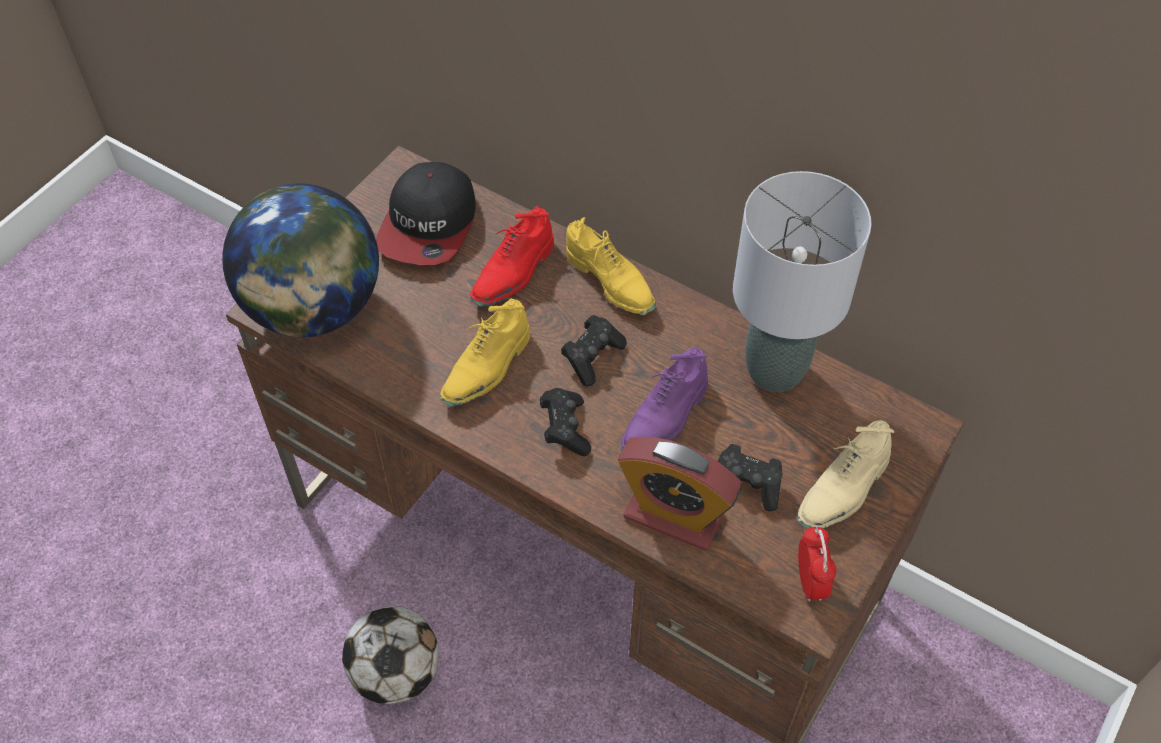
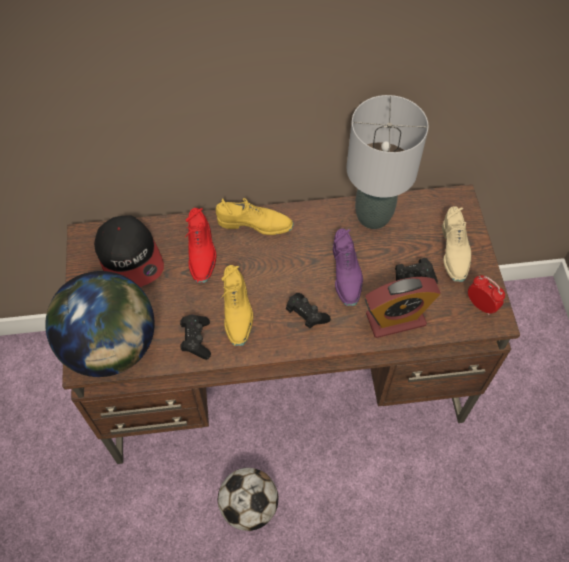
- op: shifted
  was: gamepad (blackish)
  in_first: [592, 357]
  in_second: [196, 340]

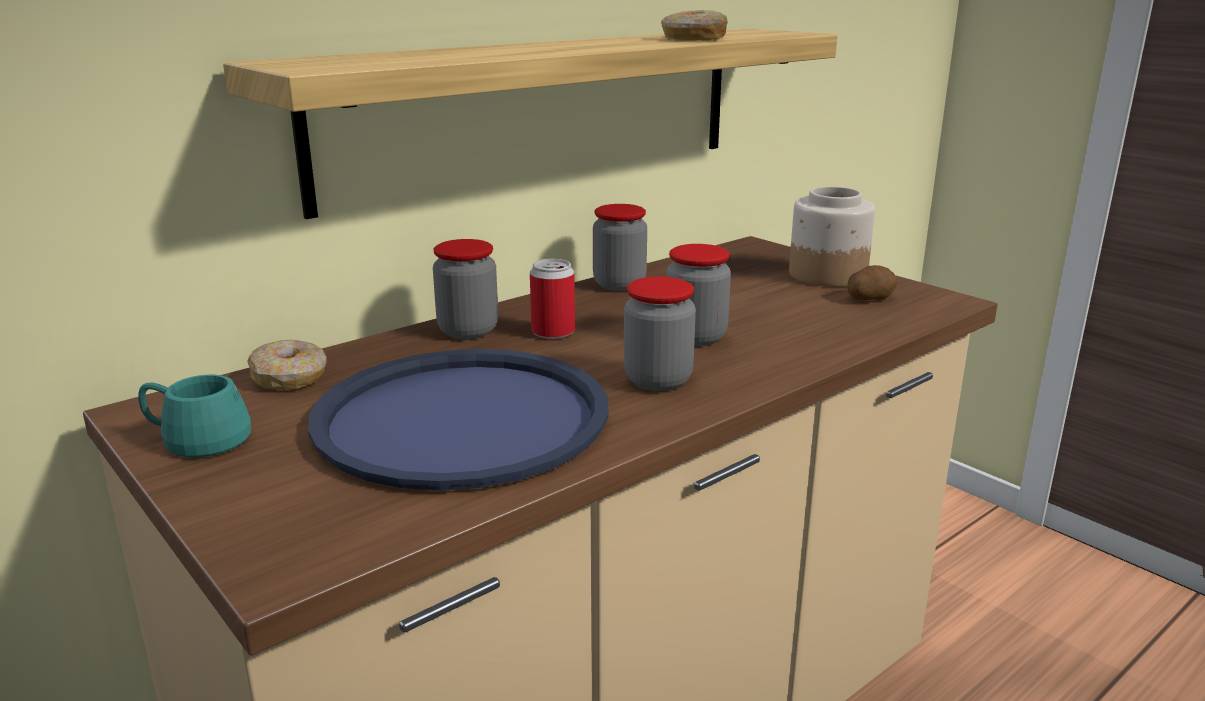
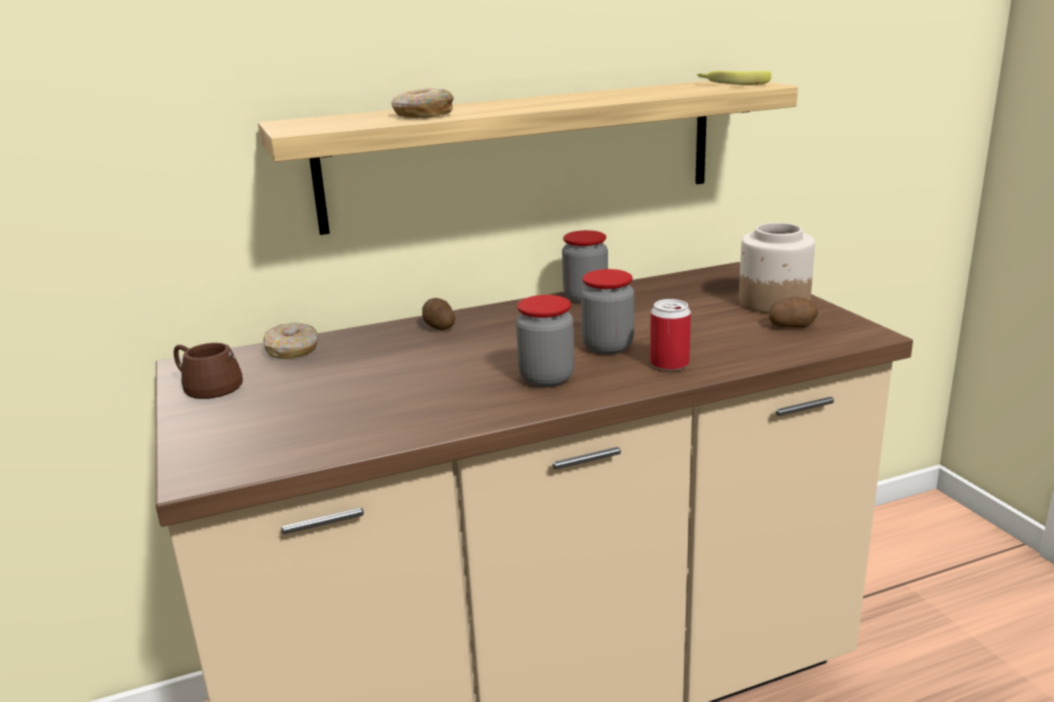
- op: repainted
  was: tea mug (turquoise)
  now: tea mug (brownish)
  in_first: [202, 435]
  in_second: [212, 384]
- op: gone
  was: carrying tray (blue-coloured)
  in_first: [462, 418]
- op: swapped
  was: jar
  now: potato
  in_first: [468, 331]
  in_second: [438, 327]
- op: shifted
  was: sealed can
  in_first: [553, 332]
  in_second: [669, 364]
- op: shifted
  was: donut
  in_first: [693, 38]
  in_second: [423, 115]
- op: new
  now: whole banana
  in_second: [732, 84]

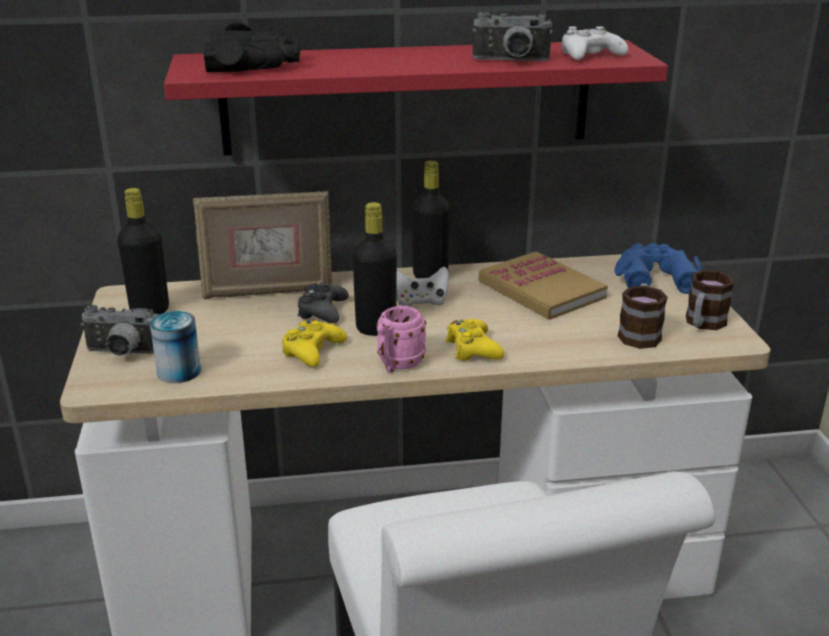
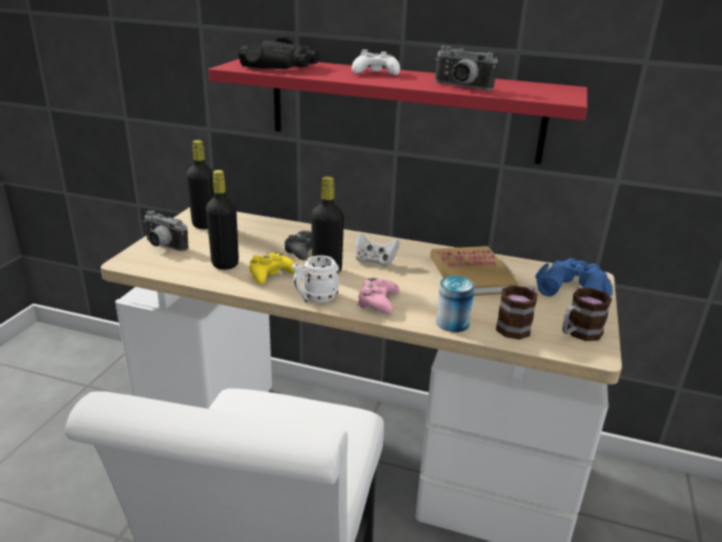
- op: shifted
  was: sealed can
  in_first: [179, 371]
  in_second: [452, 323]
- op: gone
  was: standing frame
  in_first: [268, 292]
- op: repainted
  was: tea mug (pink-coloured)
  now: tea mug (whitish)
  in_first: [397, 365]
  in_second: [315, 298]
- op: shifted
  was: bottle (blackish)
  in_first: [430, 276]
  in_second: [225, 264]
- op: repainted
  was: gamepad (yellow-coloured)
  now: gamepad (pink-coloured)
  in_first: [472, 349]
  in_second: [377, 302]
- op: shifted
  was: gamepad (whitish)
  in_first: [590, 55]
  in_second: [375, 73]

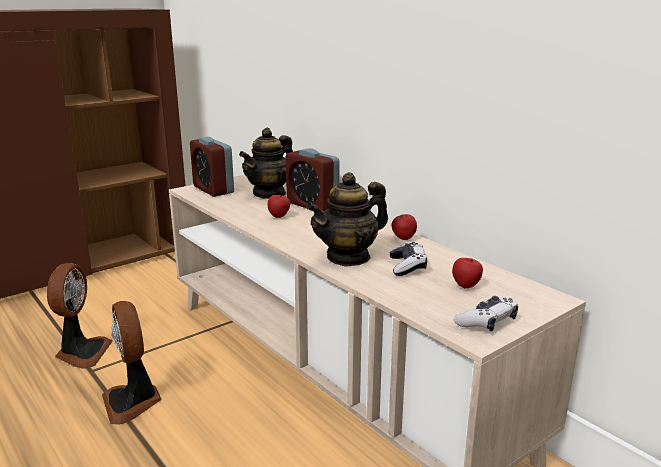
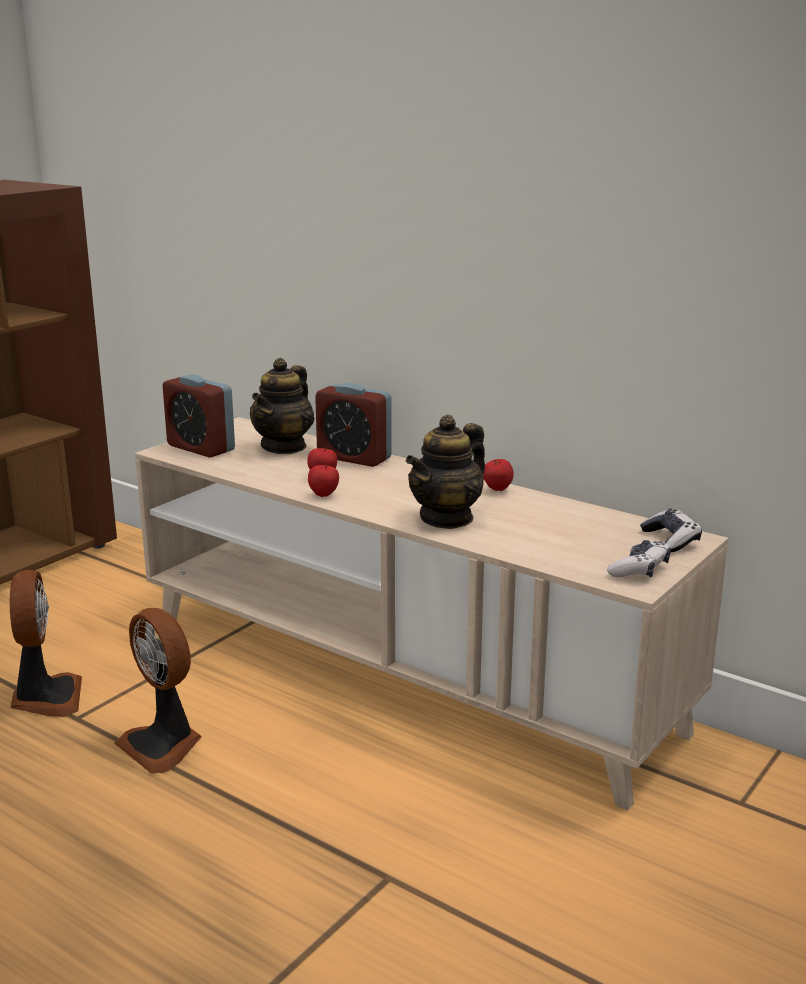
- op: shifted
  was: gamepad
  in_first: [407, 266]
  in_second: [671, 540]
- op: shifted
  was: apple
  in_first: [466, 286]
  in_second: [324, 495]

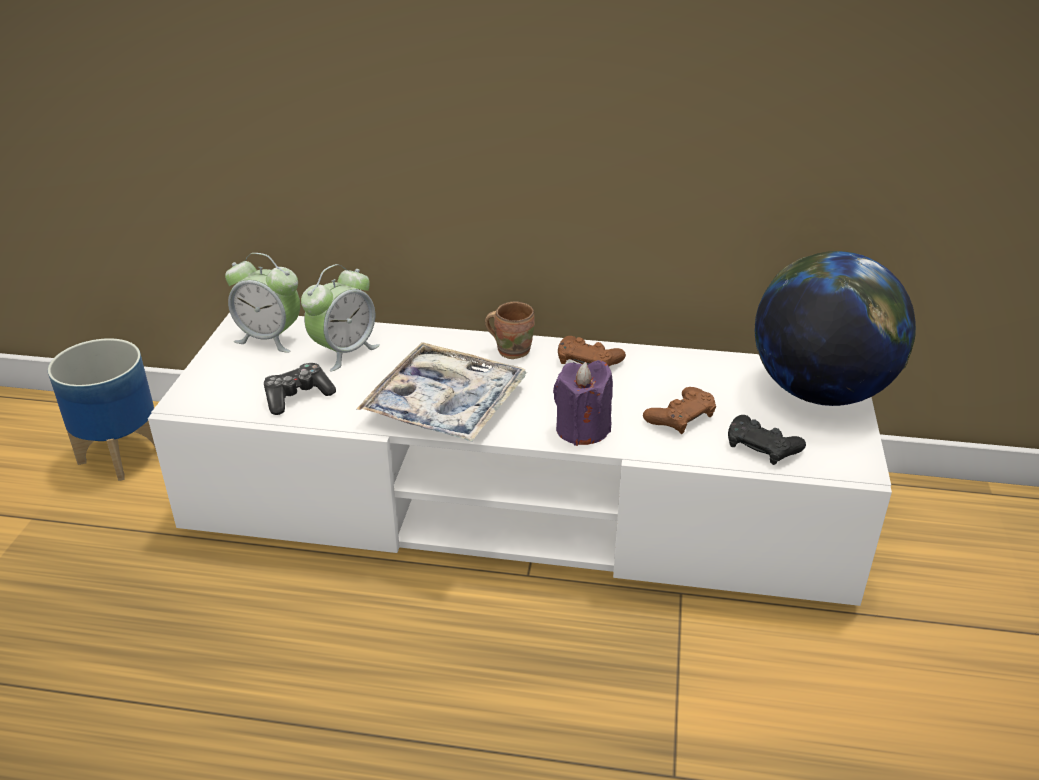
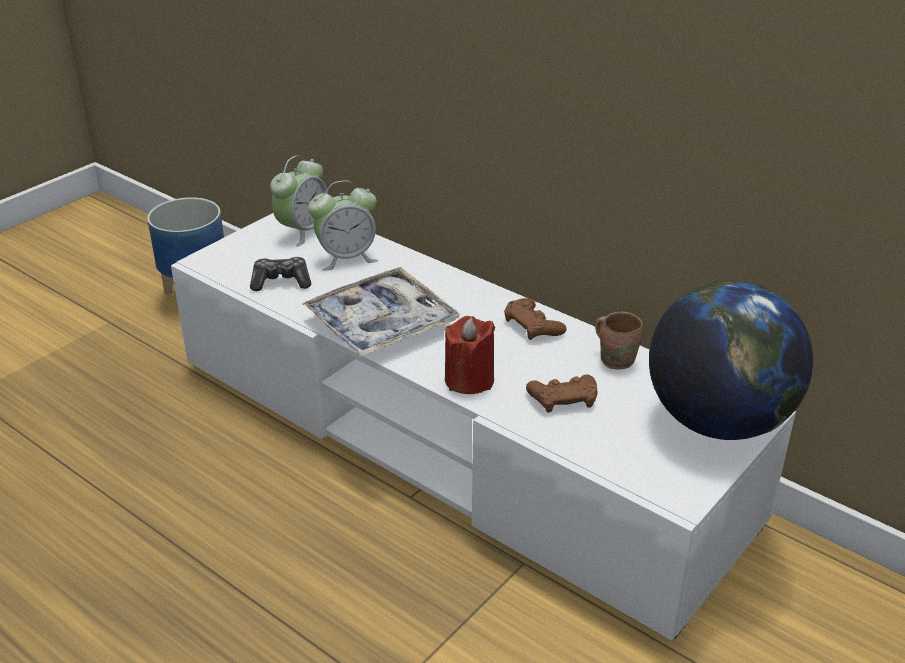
- op: rotated
  was: alarm clock
  in_first: [270, 338]
  in_second: [303, 231]
  clockwise: -105
- op: shifted
  was: tea mug (brownish)
  in_first: [512, 350]
  in_second: [617, 359]
- op: repainted
  was: candle (purple-coloured)
  now: candle (red-coloured)
  in_first: [582, 429]
  in_second: [469, 380]
- op: gone
  was: gamepad (blackish)
  in_first: [762, 446]

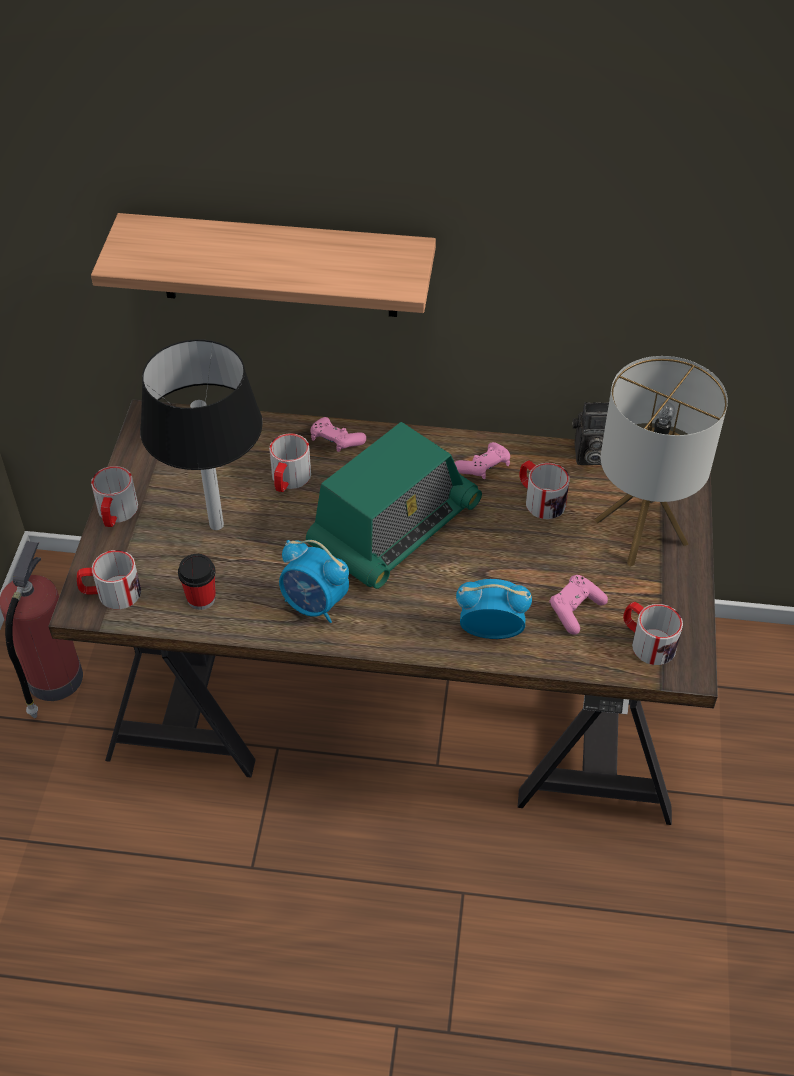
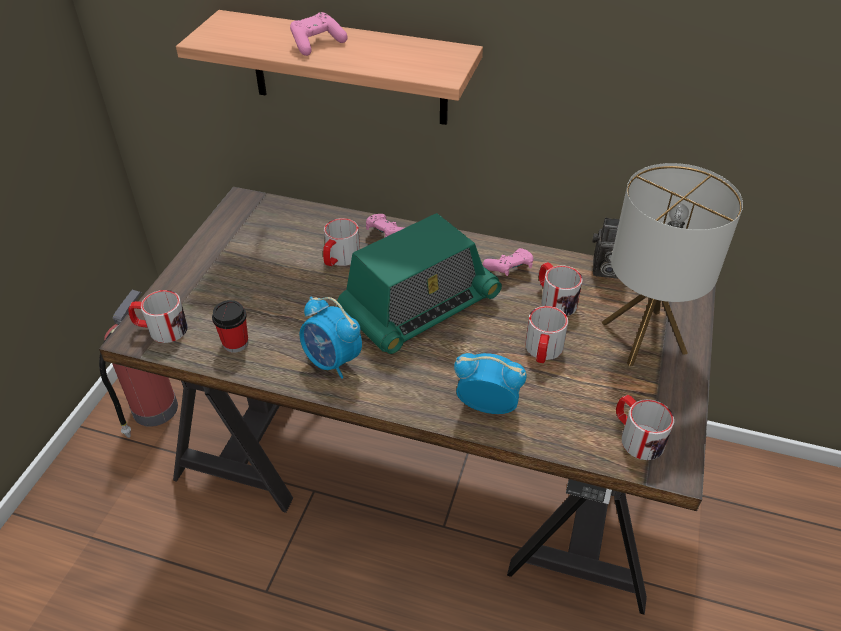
- op: shifted
  was: tea mug
  in_first: [116, 513]
  in_second: [543, 351]
- op: gone
  was: tabletop lamp (blackish)
  in_first: [216, 524]
- op: shifted
  was: gamepad (pink-coloured)
  in_first: [575, 610]
  in_second: [317, 44]

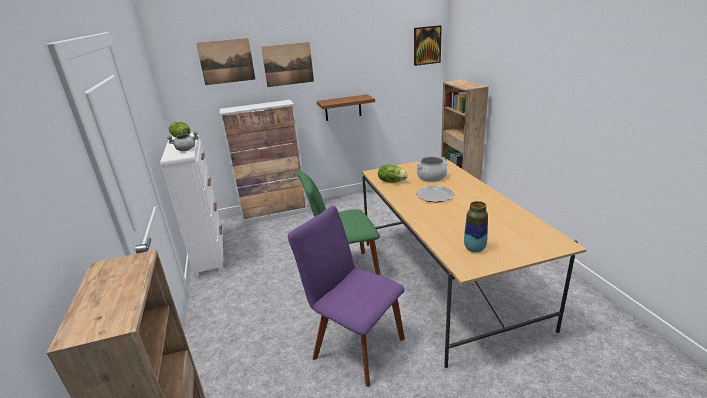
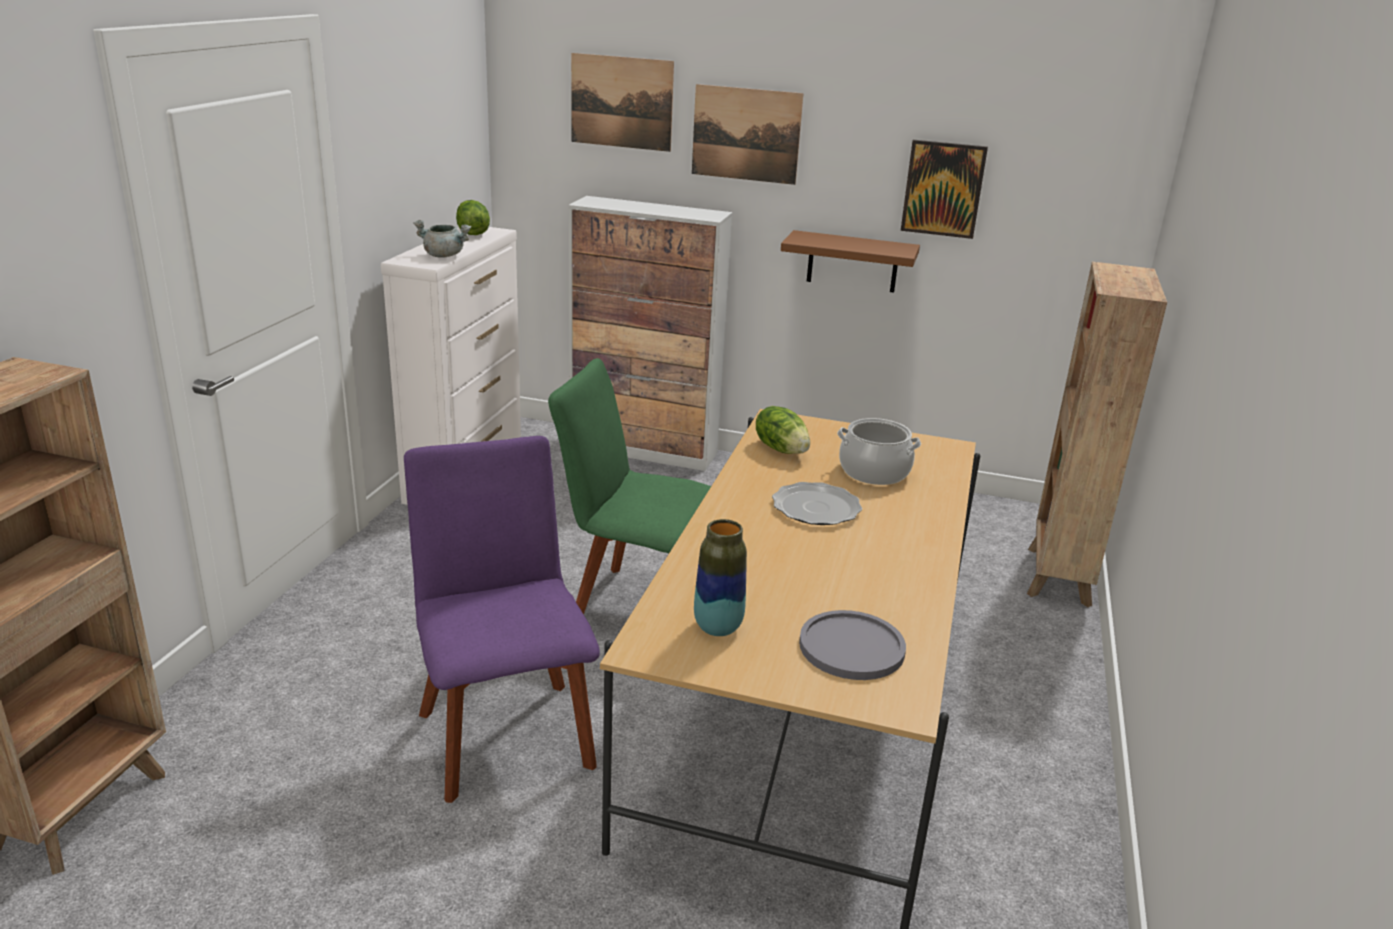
- op: shifted
  was: picture
  in_first: [427, 45]
  in_second: [943, 189]
- op: new
  now: dinner plate (greyish)
  in_second: [851, 647]

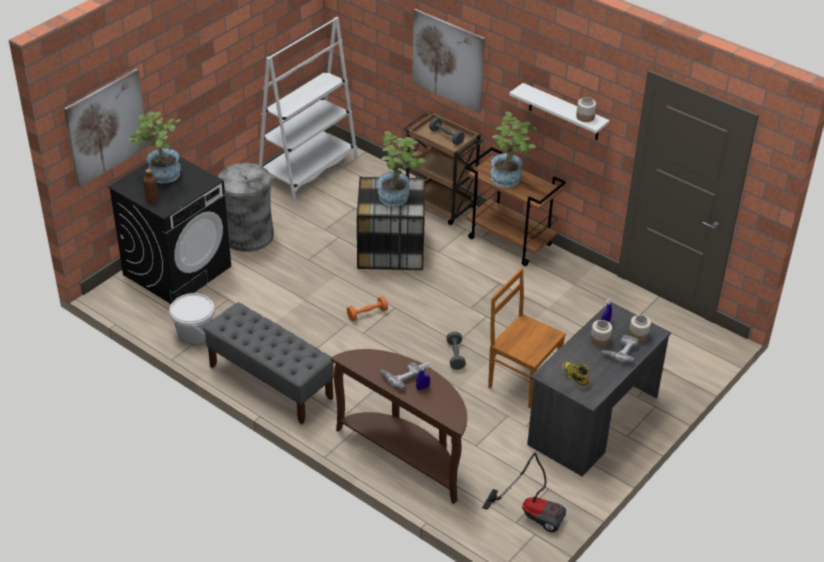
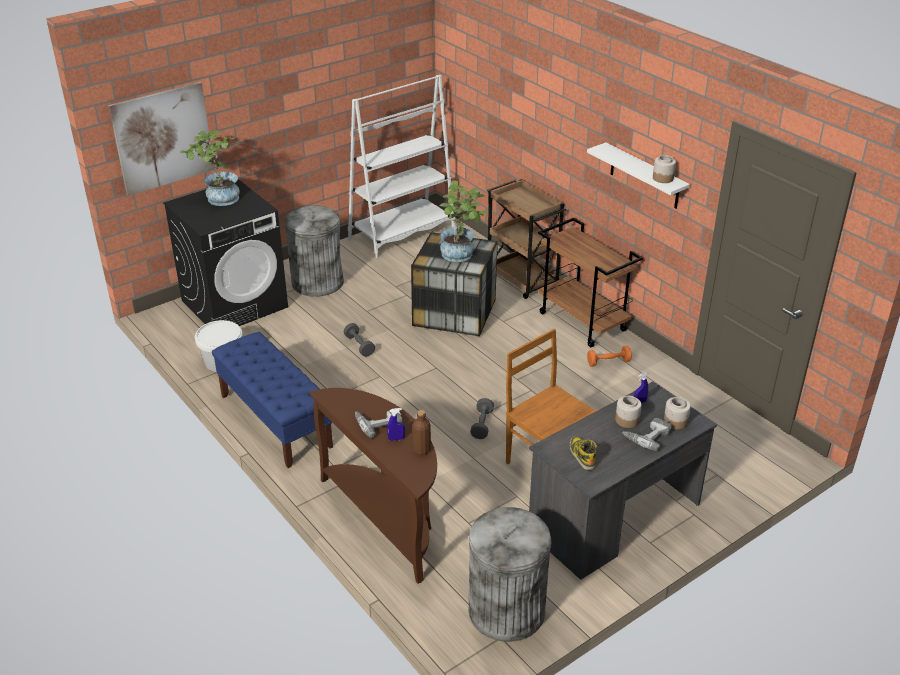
- op: shifted
  was: bottle (brownish)
  in_first: [152, 199]
  in_second: [422, 450]
- op: repainted
  was: long seat (greyish)
  now: long seat (blue-coloured)
  in_first: [270, 382]
  in_second: [275, 420]
- op: shifted
  was: free weight (orange)
  in_first: [367, 314]
  in_second: [608, 362]
- op: gone
  was: picture
  in_first: [448, 60]
- op: shifted
  was: free weight (greyish)
  in_first: [446, 136]
  in_second: [359, 346]
- op: swapped
  was: vacuum
  now: trash can (greyish)
  in_first: [532, 512]
  in_second: [506, 611]
- op: gone
  was: plant in a pot
  in_first: [510, 180]

